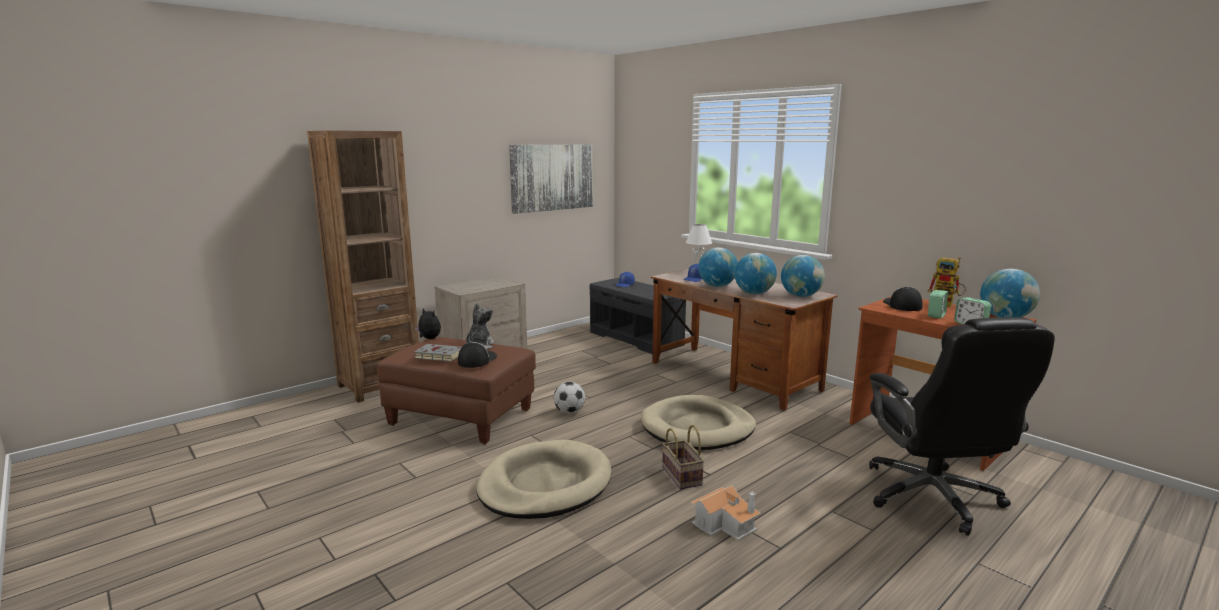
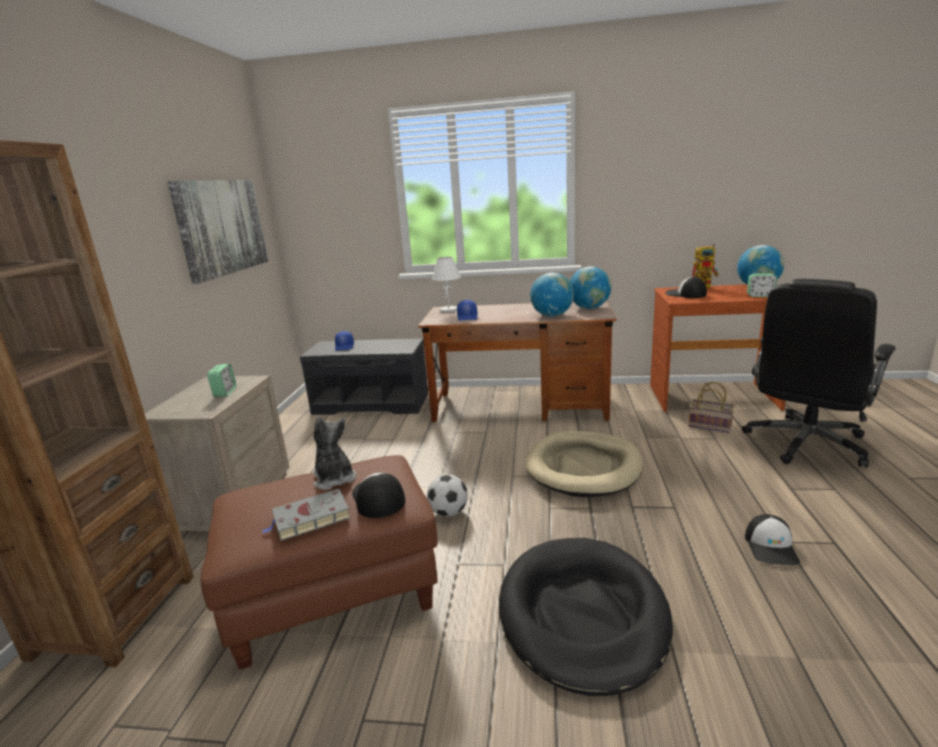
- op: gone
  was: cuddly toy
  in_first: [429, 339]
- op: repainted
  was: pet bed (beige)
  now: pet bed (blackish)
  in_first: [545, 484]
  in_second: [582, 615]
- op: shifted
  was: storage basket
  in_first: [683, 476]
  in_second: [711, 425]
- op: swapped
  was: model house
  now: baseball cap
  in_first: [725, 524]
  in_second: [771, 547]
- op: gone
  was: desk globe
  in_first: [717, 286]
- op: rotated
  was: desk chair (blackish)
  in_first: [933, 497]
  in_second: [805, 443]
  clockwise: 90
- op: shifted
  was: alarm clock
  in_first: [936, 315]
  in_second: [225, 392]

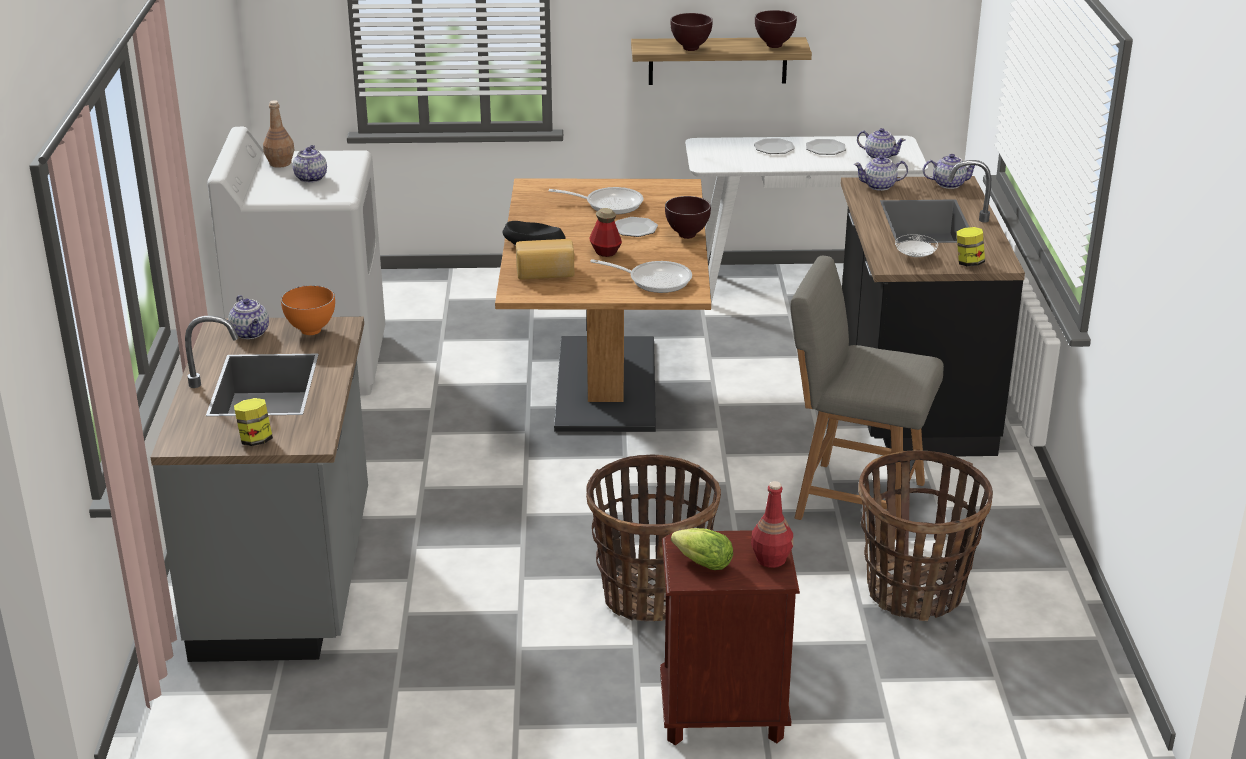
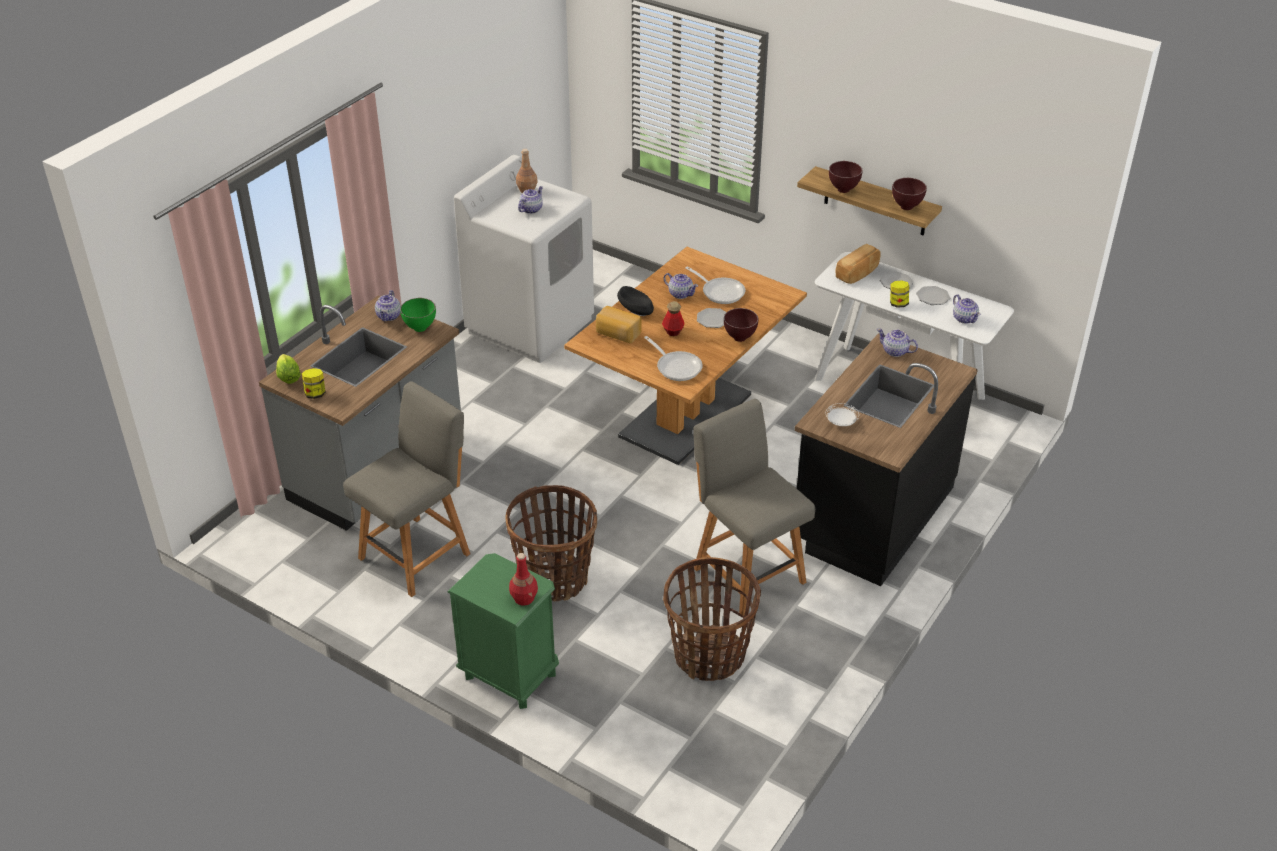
- op: repainted
  was: bowl (orange)
  now: bowl (greenish)
  in_first: [311, 332]
  in_second: [420, 329]
- op: repainted
  was: nightstand (brownish)
  now: nightstand (greenish)
  in_first: [722, 715]
  in_second: [509, 675]
- op: shifted
  was: lettuce head
  in_first: [700, 563]
  in_second: [288, 376]
- op: shifted
  was: pot for tea
  in_first: [948, 184]
  in_second: [680, 294]
- op: shifted
  was: jar
  in_first: [968, 263]
  in_second: [898, 304]
- op: new
  now: upright chair (greyish)
  in_second: [417, 554]
- op: new
  now: baked bread
  in_second: [858, 273]

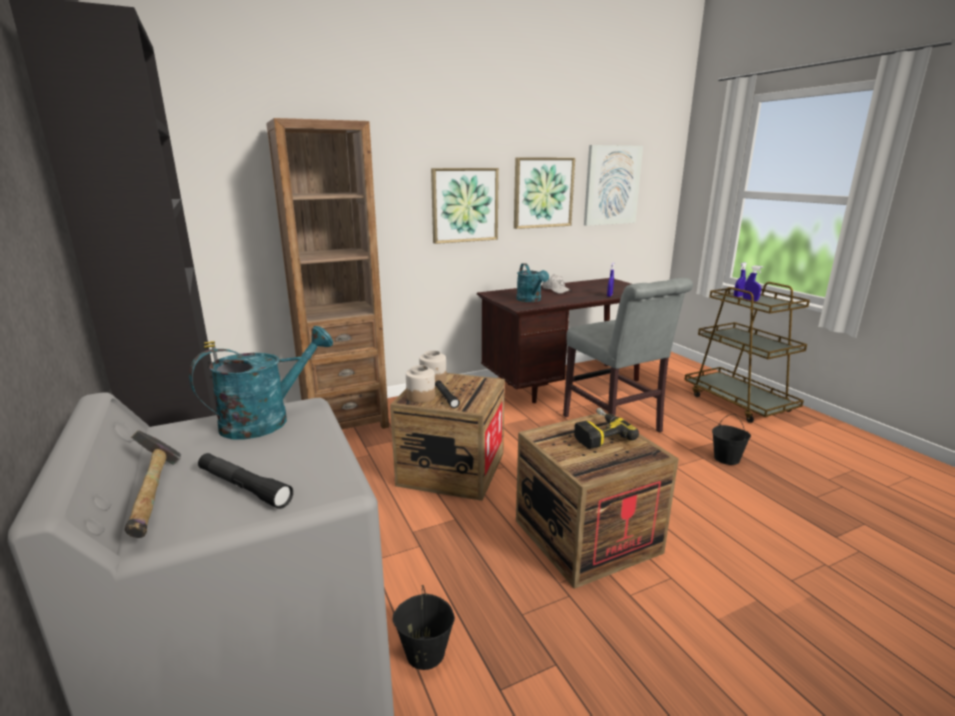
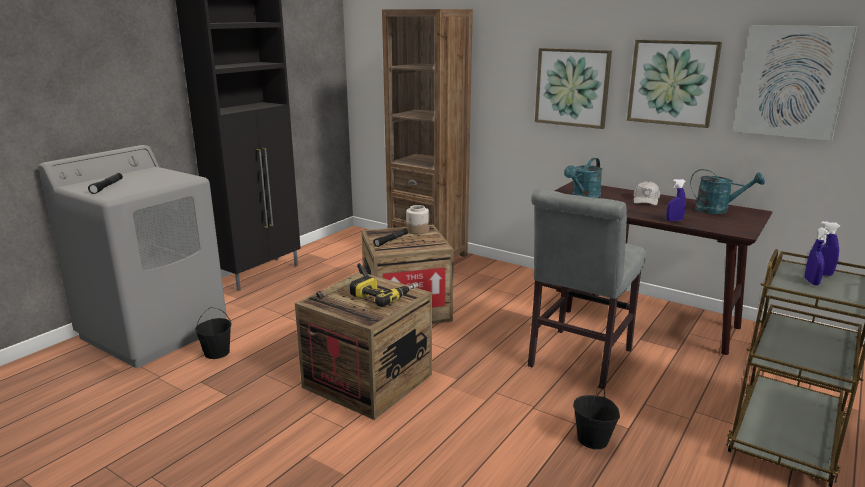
- op: shifted
  was: hand hammer
  in_first: [155, 497]
  in_second: [345, 291]
- op: shifted
  was: sprinkling can (turquoise)
  in_first: [267, 419]
  in_second: [718, 210]
- op: gone
  was: jar
  in_first: [421, 397]

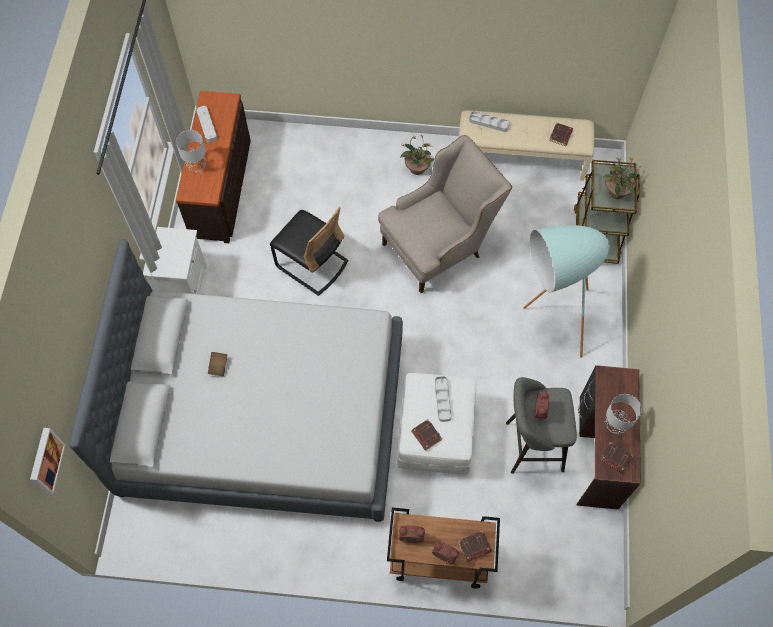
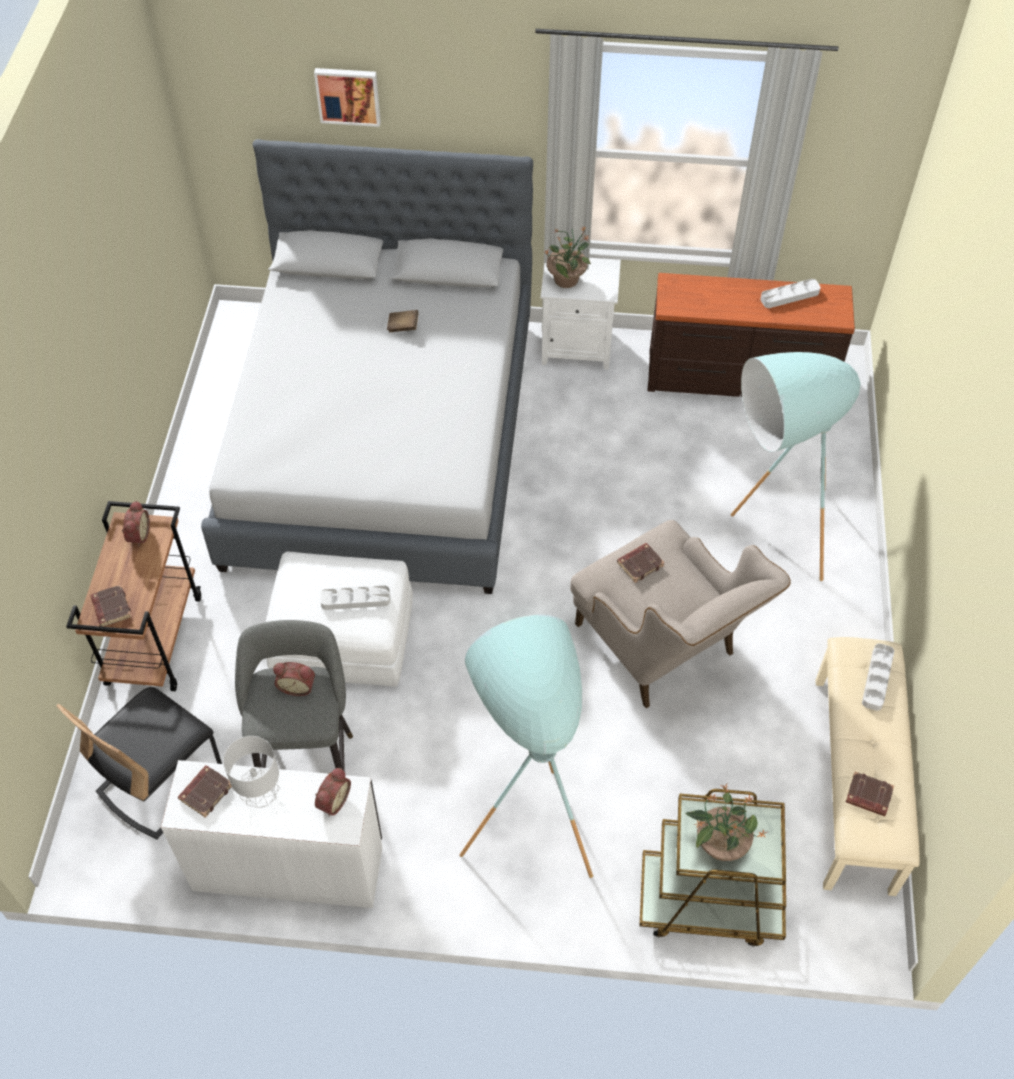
- op: shifted
  was: picture
  in_first: [45, 461]
  in_second: [348, 95]
- op: gone
  was: tabletop lamp (greyish)
  in_first: [197, 167]
- op: shifted
  was: upright chair (blackish)
  in_first: [312, 264]
  in_second: [160, 780]
- op: shifted
  was: plant in a pot
  in_first: [417, 168]
  in_second: [567, 279]
- op: shifted
  was: book (brownish)
  in_first: [426, 435]
  in_second: [640, 564]
- op: shifted
  was: alarm clock
  in_first: [444, 556]
  in_second: [332, 800]
- op: repainted
  was: desk unit (brownish)
  now: desk unit (whitish)
  in_first: [596, 453]
  in_second: [288, 865]
- op: new
  now: standard lamp (turquoise)
  in_second: [771, 532]

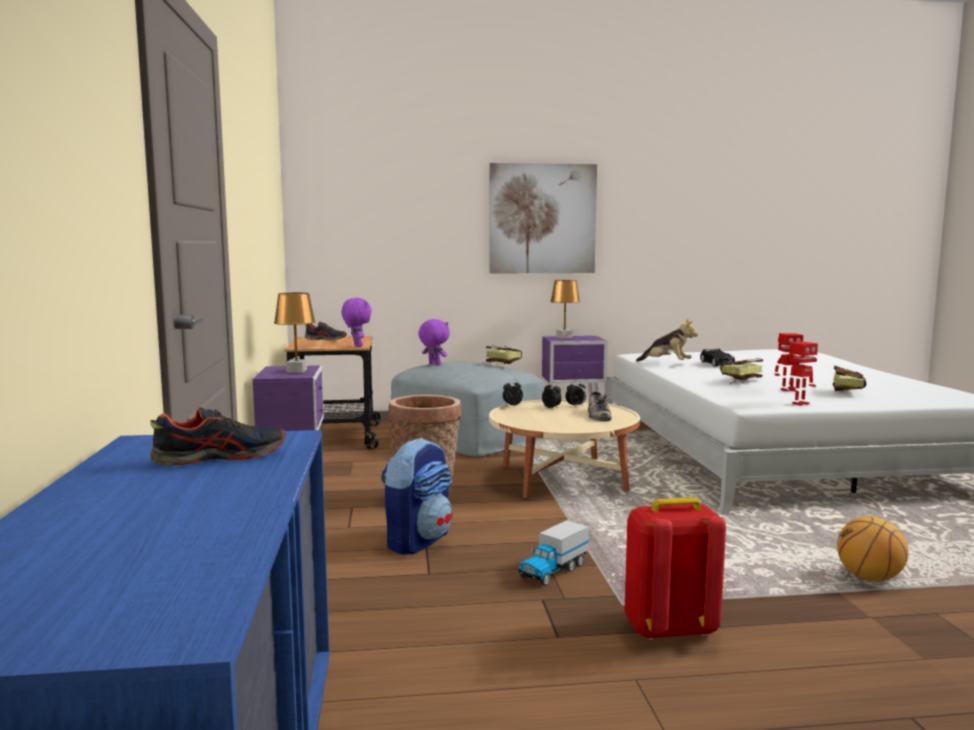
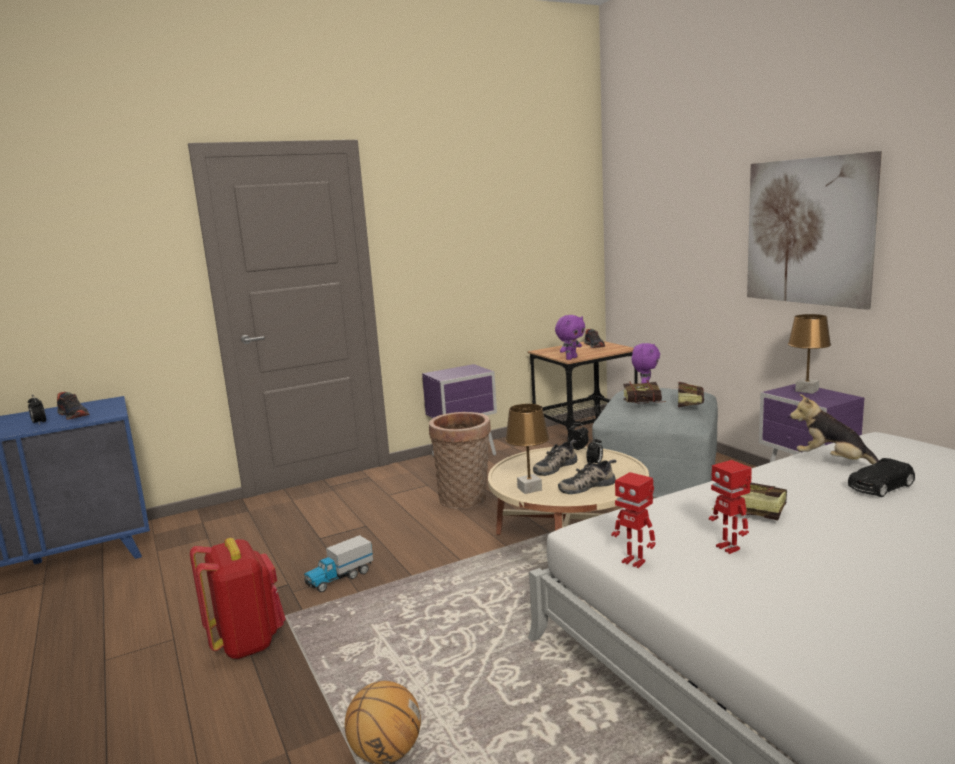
- op: shifted
  was: tabletop lamp (brownish)
  in_first: [297, 371]
  in_second: [529, 489]
- op: gone
  was: rucksack
  in_first: [418, 541]
- op: rotated
  was: toy truck
  in_first: [553, 571]
  in_second: [339, 578]
  clockwise: -60
- op: shifted
  was: alarm clock
  in_first: [575, 406]
  in_second: [39, 423]
- op: rotated
  was: cuddly toy
  in_first: [667, 363]
  in_second: [834, 462]
  clockwise: 120
- op: shifted
  was: book
  in_first: [847, 391]
  in_second: [646, 405]
- op: new
  now: item of footwear
  in_second: [554, 466]

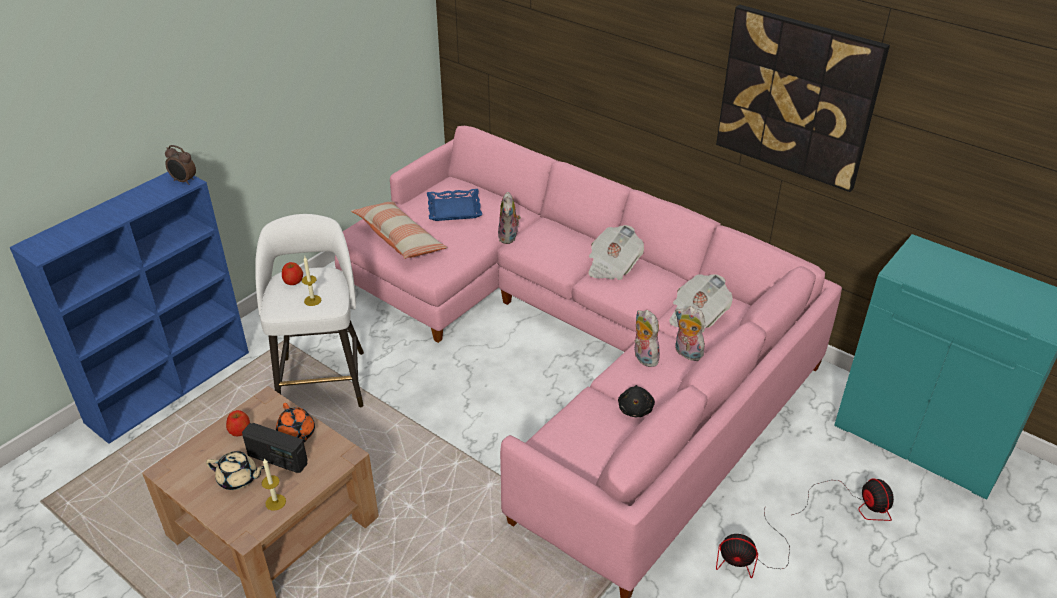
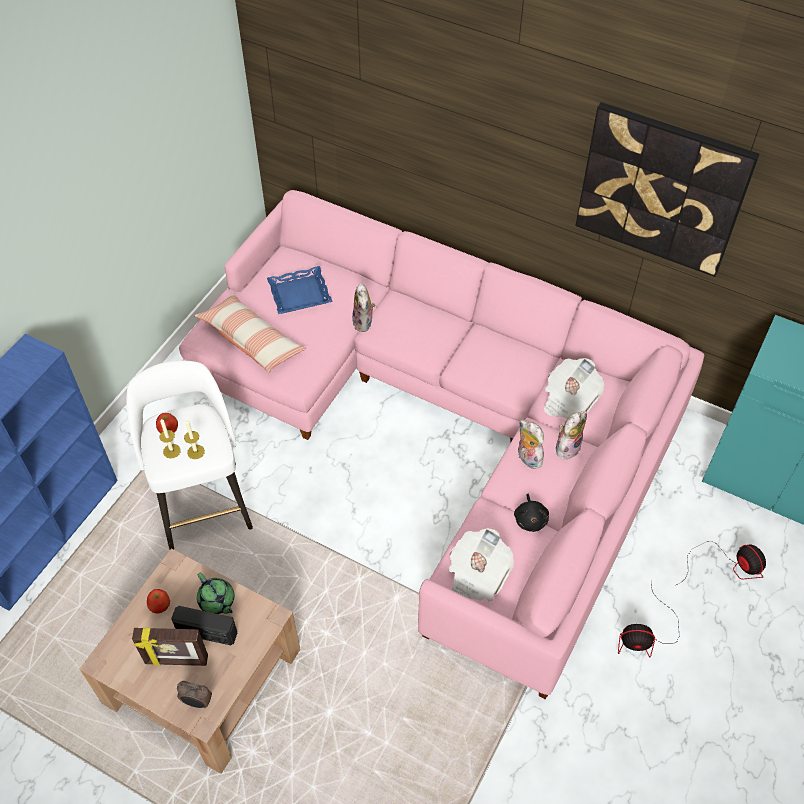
- op: shifted
  was: alarm clock
  in_first: [184, 181]
  in_second: [197, 702]
- op: swapped
  was: pot for tea (beige)
  now: standing frame
  in_first: [238, 479]
  in_second: [176, 661]
- op: shifted
  was: candle
  in_first: [275, 502]
  in_second: [171, 451]
- op: repainted
  was: pot for tea (orange)
  now: pot for tea (greenish)
  in_first: [297, 434]
  in_second: [217, 601]
- op: shifted
  was: daily paper
  in_first: [612, 266]
  in_second: [477, 575]
- op: rotated
  was: cuddly toy
  in_first: [686, 353]
  in_second: [567, 447]
  clockwise: 105

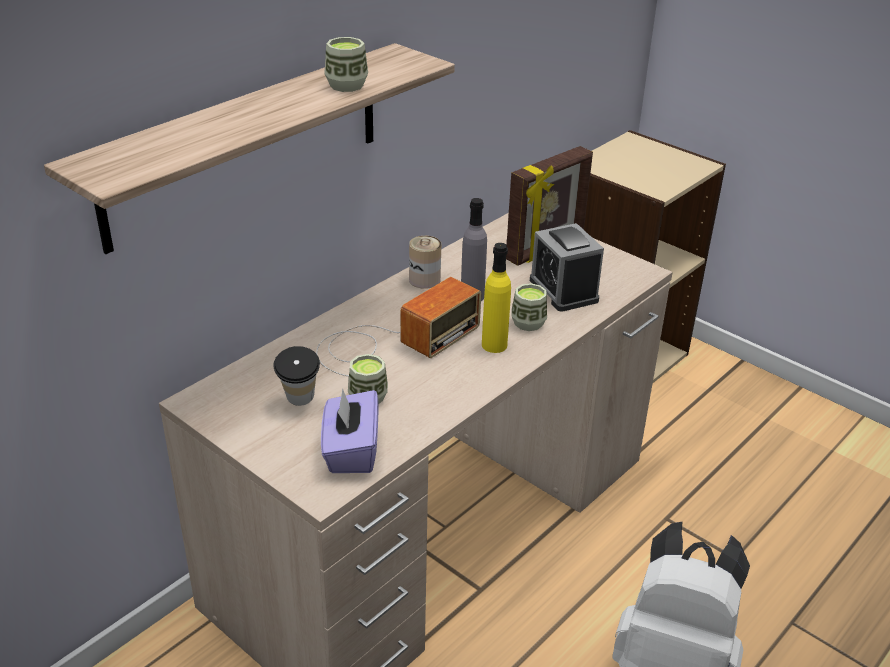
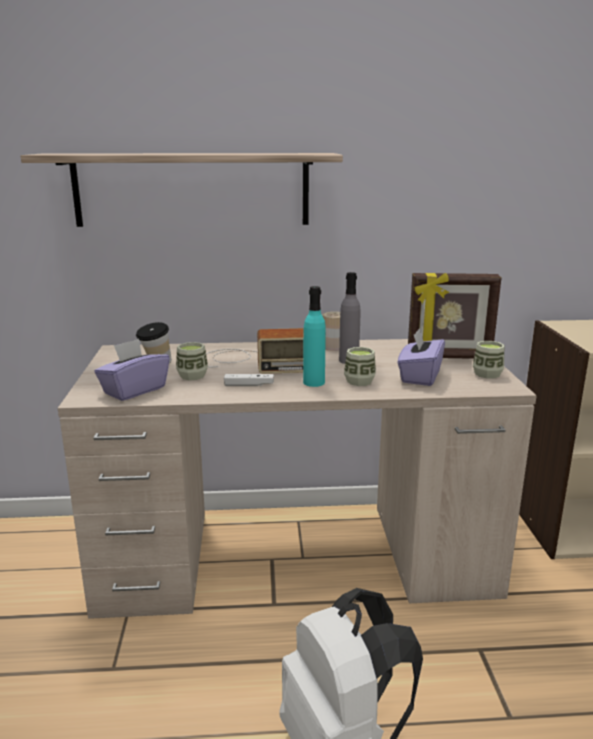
- op: shifted
  was: drinking cup
  in_first: [346, 85]
  in_second: [487, 374]
- op: repainted
  was: bottle (yellow-coloured)
  now: bottle (turquoise)
  in_first: [494, 345]
  in_second: [314, 382]
- op: swapped
  was: alarm clock
  now: tissue holder (purple-coloured)
  in_first: [563, 290]
  in_second: [419, 376]
- op: new
  now: gamepad (whitish)
  in_second: [249, 385]

